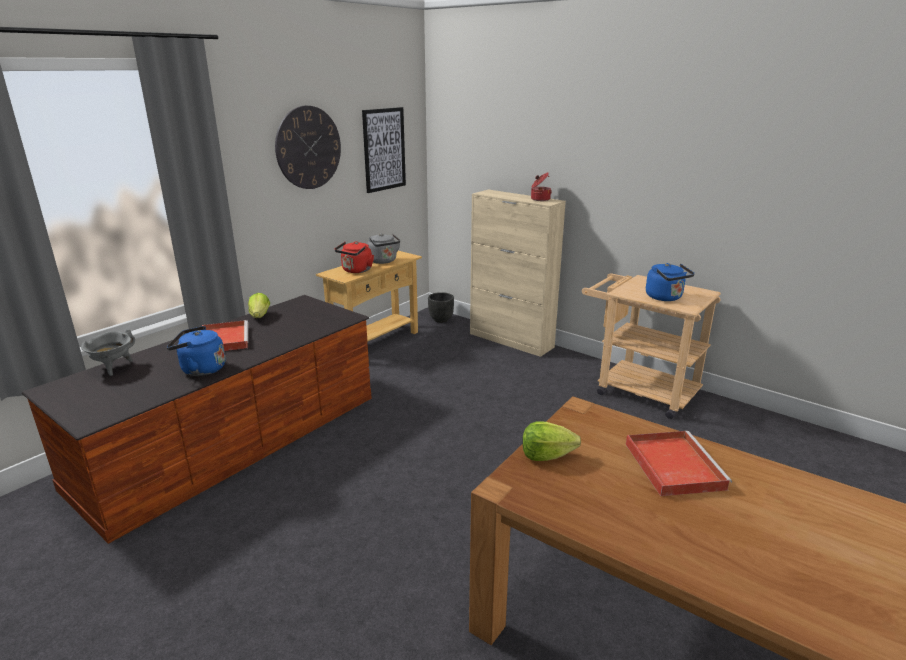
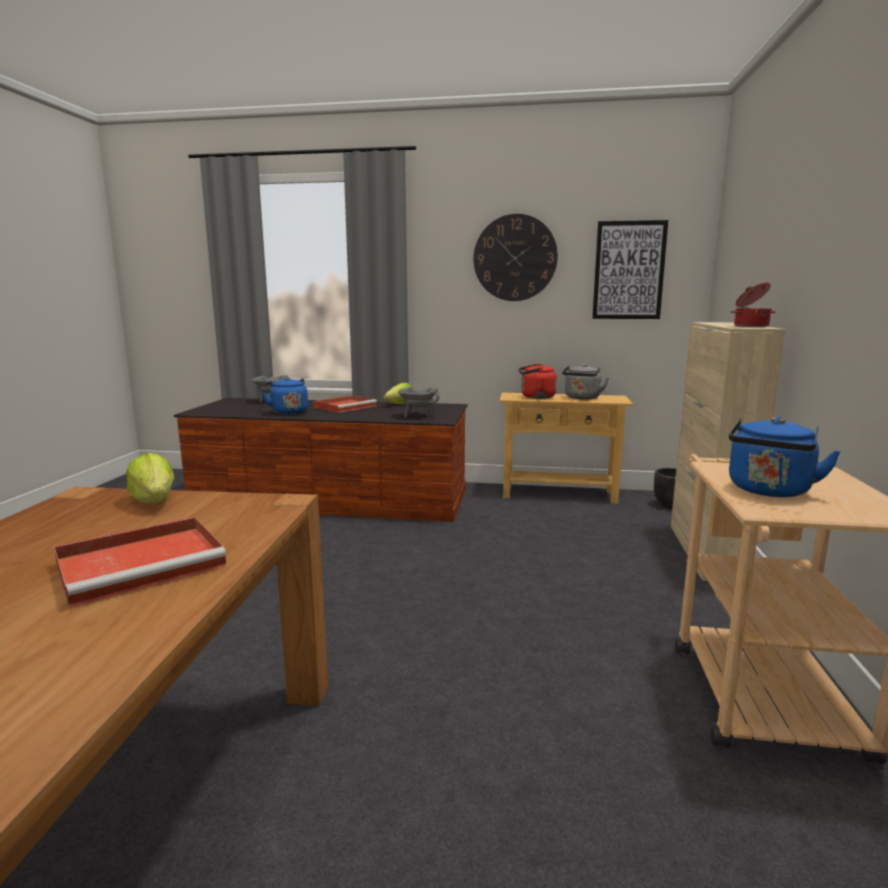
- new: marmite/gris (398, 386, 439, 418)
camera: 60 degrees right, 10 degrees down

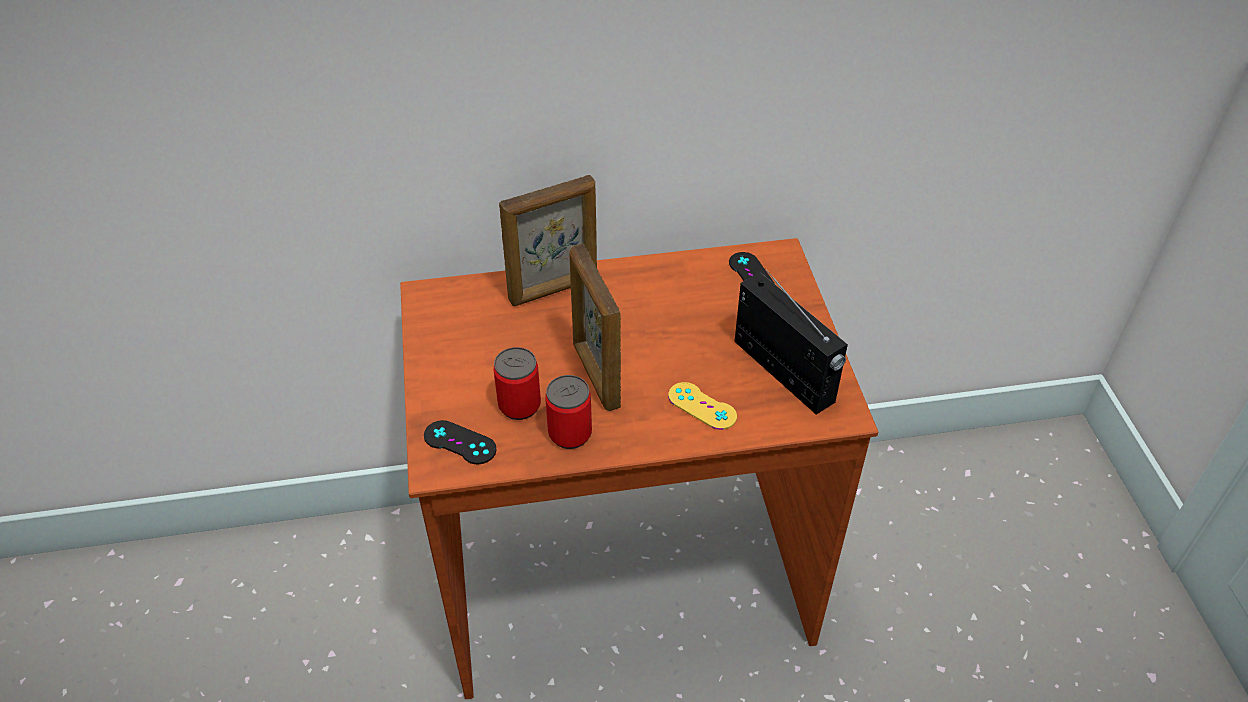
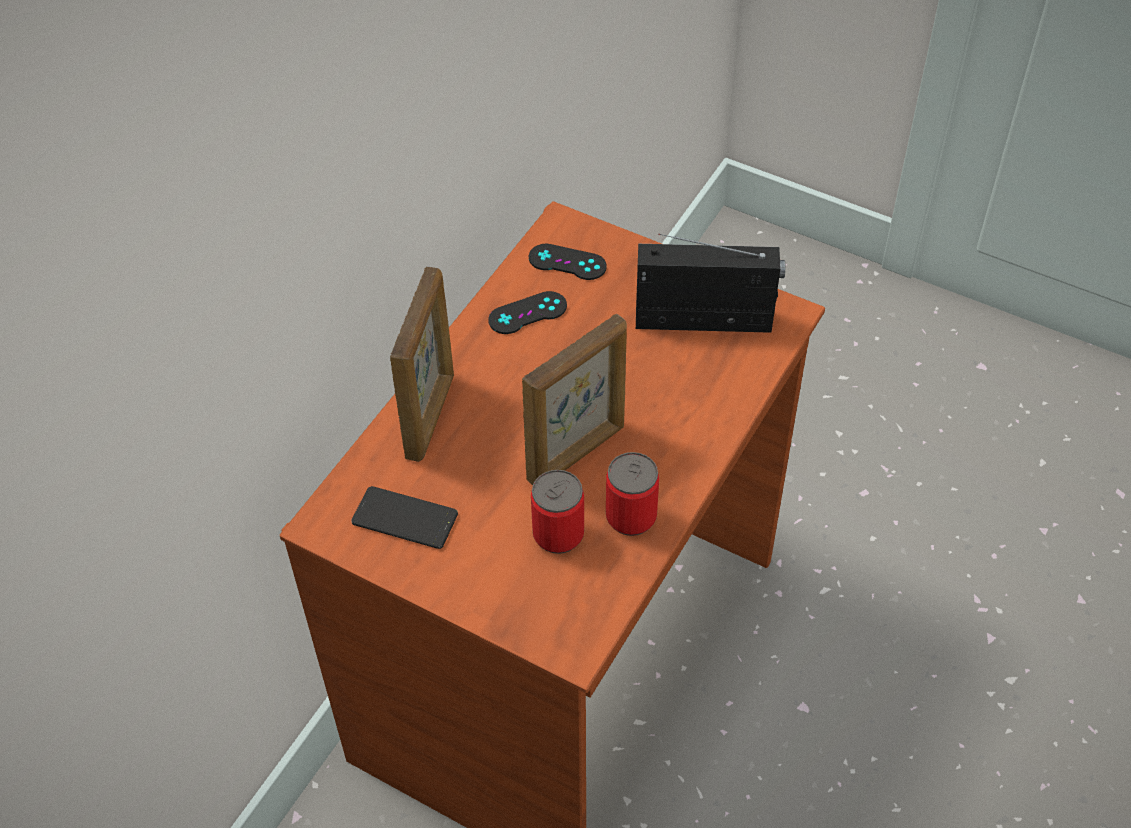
- rotated: cadre photo (569, 244, 621, 411) = (522, 314, 627, 485) 60 degrees counterclockwise
- gone: manette/jaune (668, 382, 737, 430)
- shifted: manette/noir (424, 420, 496, 464) to (488, 291, 567, 334)
- new: téléphone (351, 486, 458, 549)
camera: 50 degrees left, 5 degrees up

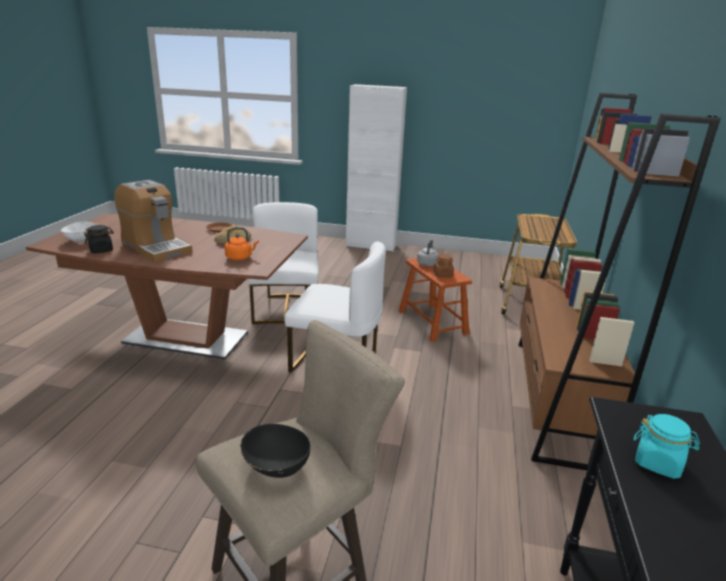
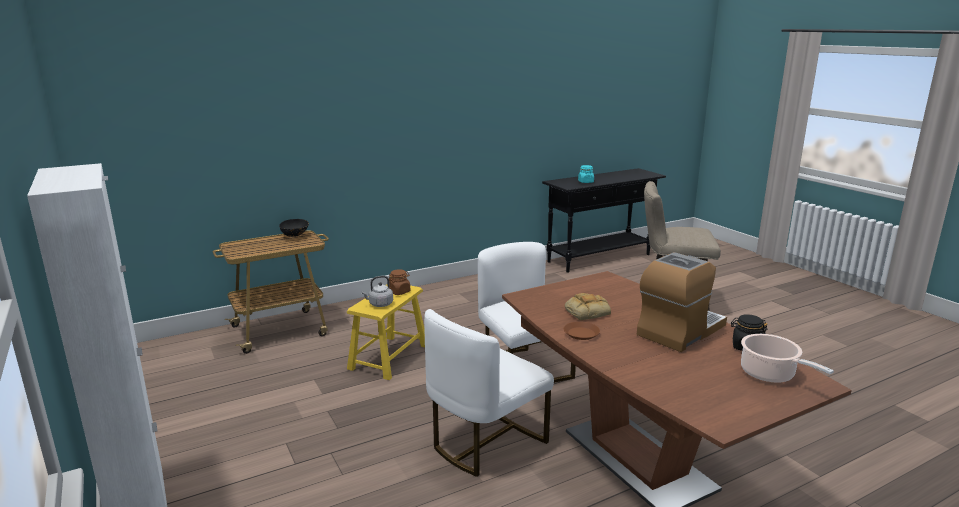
- gone: bibliothèque/marron (518, 93, 721, 470)
- rotated: machine à café (114, 180, 192, 262) = (637, 252, 727, 352) 45 degrees clockwise
- swapped: bol/blanc (60, 221, 97, 242) to marmite (741, 334, 834, 383)
- gone: bouilloire/orange (225, 227, 259, 260)
- repainted: tabouret/marron (399, 258, 472, 342) to tabouret/jaune (347, 284, 425, 380)
- shifted: bol/noir (240, 424, 310, 478) to (279, 219, 309, 237)
camera: 130 degrees left, 5 degrees down

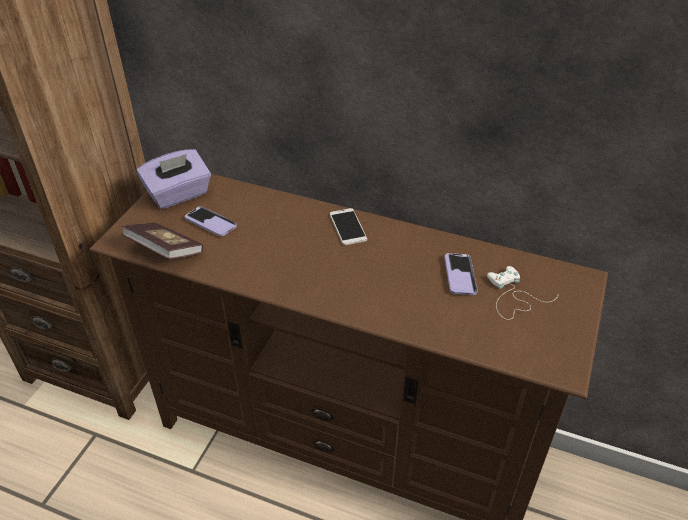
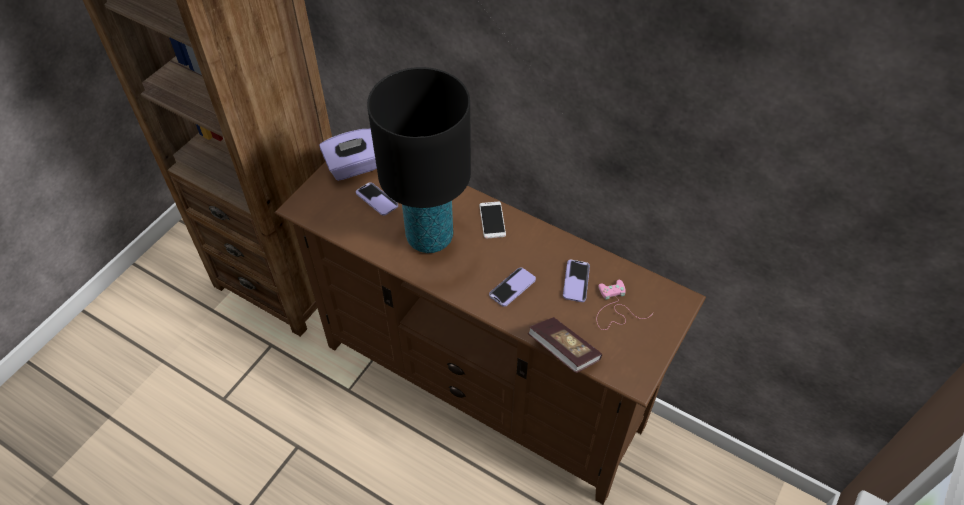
- shifted: livre (122, 223, 203, 259) to (528, 317, 602, 373)
- repainted: manette/blanc (487, 266, 558, 320) to manette/rose (597, 280, 654, 330)
- new: lampe de table/noir (367, 67, 471, 253)
- new: téléphone (489, 267, 536, 307)
camera: 10 degrees right, 10 degrees up

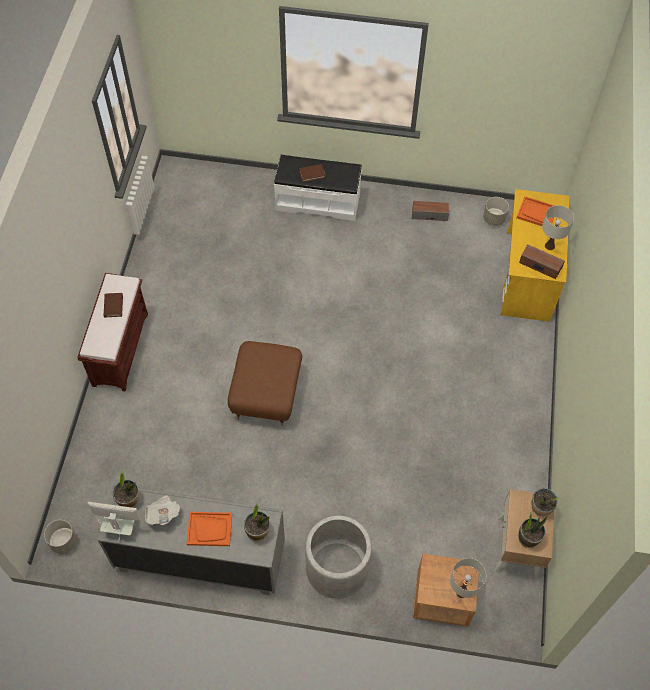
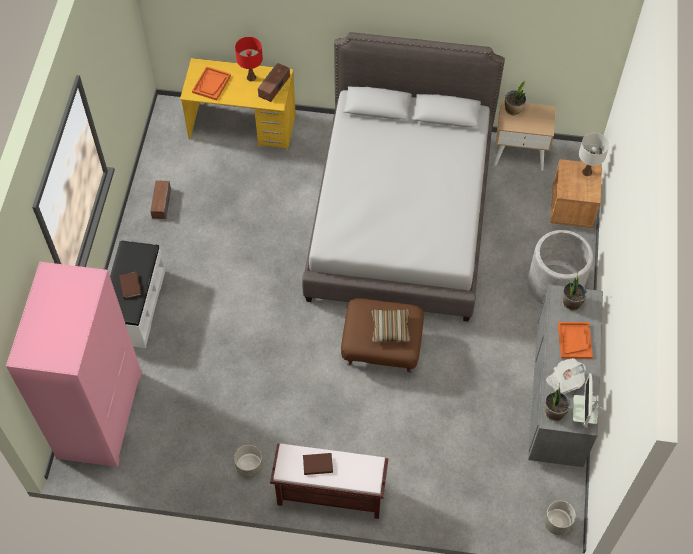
- shifted: cache-pot/gris (483, 197, 509, 226) to (234, 445, 263, 479)
- repainted: lampe de table/blanc (542, 205, 574, 250) to lampe de table/rouge (235, 37, 263, 82)
- gone: plante en pot (518, 512, 547, 548)
- new: lit/gris (302, 32, 505, 322)
- new: armoire/rose (6, 262, 142, 467)
- new: coussin (371, 309, 410, 342)
camera: 90 degrees left, 0 degrees up

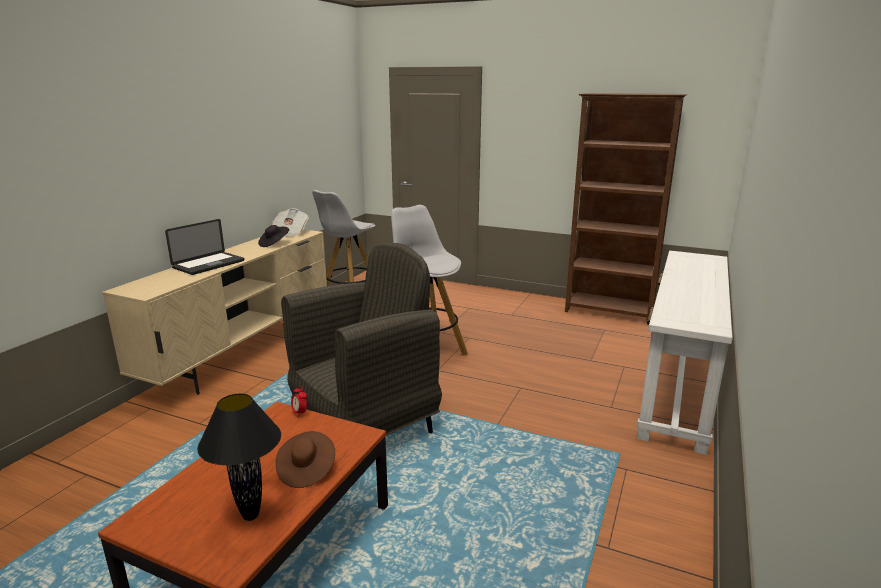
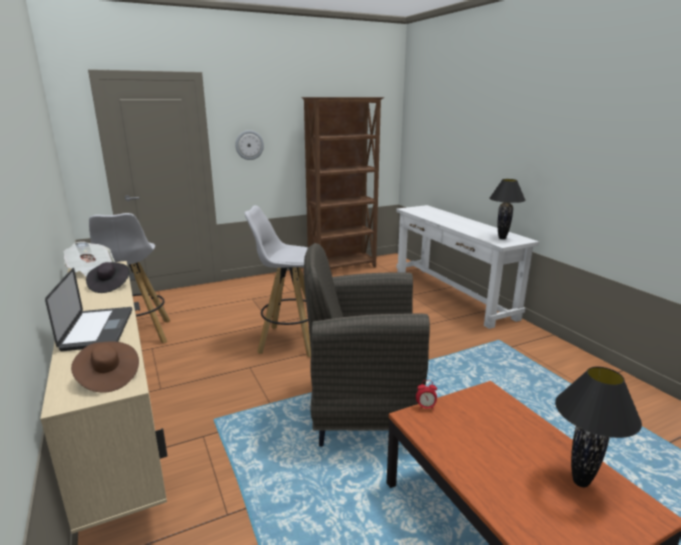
- rotated: fauteuil/gris (281, 243, 442, 436) = (304, 243, 430, 447) 90 degrees counterclockwise
- shifted: chapeau/marron (276, 431, 335, 488) to (71, 341, 139, 393)
- new: horloge murale (235, 130, 264, 160)
- new: lampe de table/noir (489, 179, 526, 239)
camera: 50 degrees left, 0 degrees up

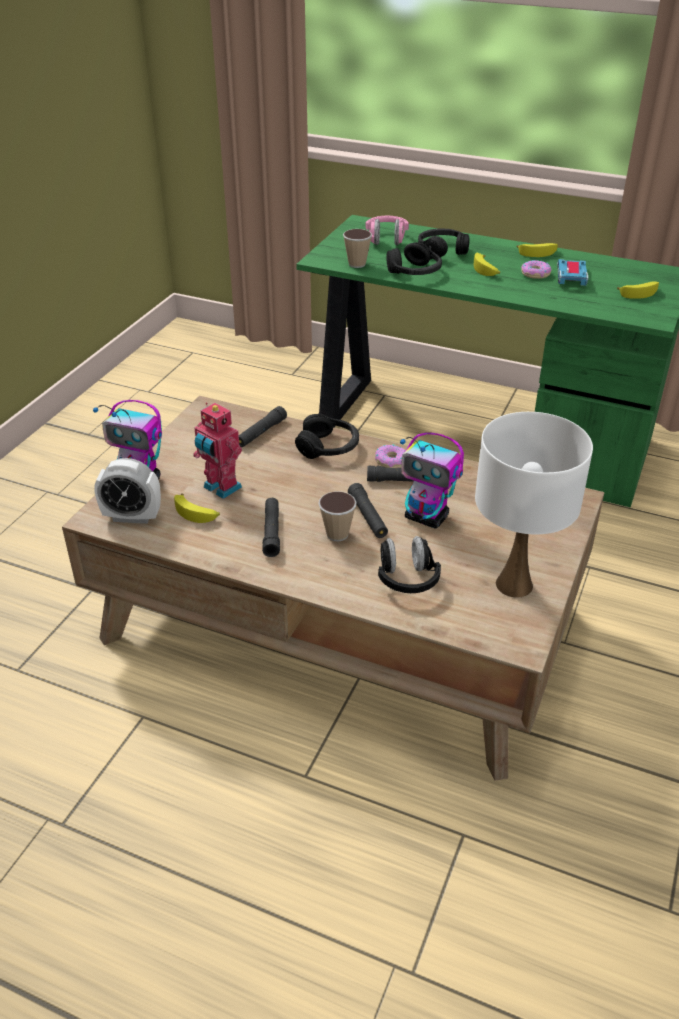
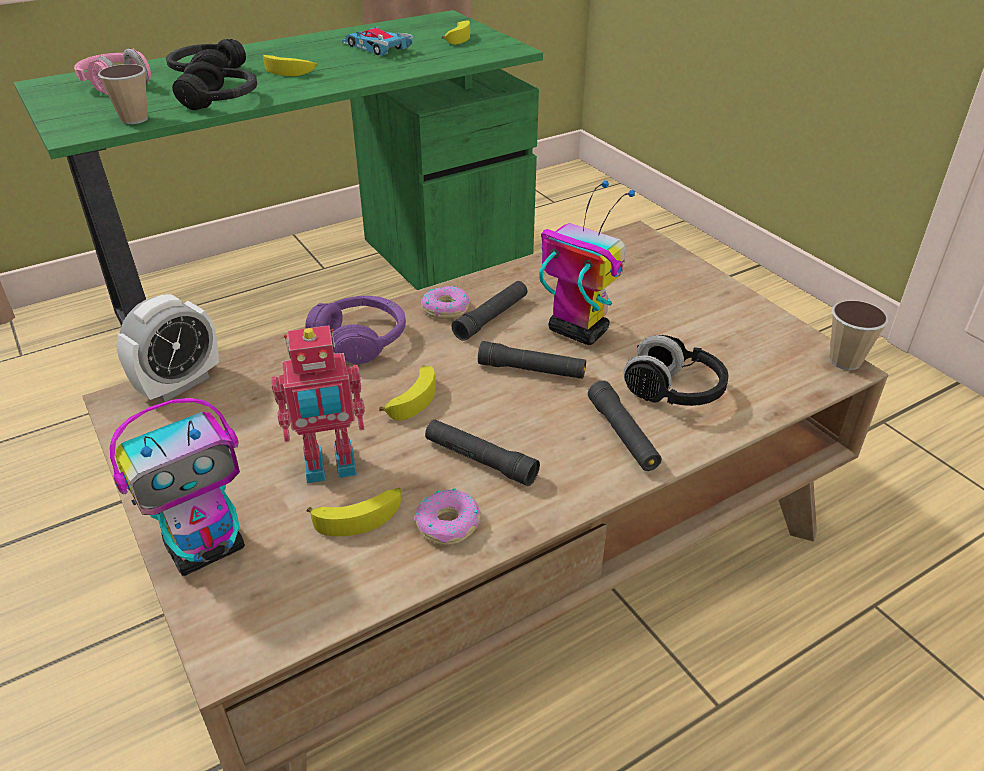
- shifted: banane (516, 243, 558, 257) to (379, 365, 436, 421)
- shifted: beignet (521, 260, 551, 279) to (414, 488, 480, 545)
- shifted: lampe de poche/noir (239, 406, 287, 447) to (588, 380, 662, 471)
- gone: lampe de table/blanc (475, 412, 593, 597)
- repainted: casque audio/noir (295, 413, 359, 459) to casque audio/violet (305, 296, 406, 364)
- rotated: robot jouet (400, 433, 464, 529) = (539, 181, 635, 345) 120 degrees counterclockwise
- shifted: réveil (94, 458, 161, 524) to (116, 294, 219, 402)
- shifted: tasse (318, 491, 357, 541) to (830, 300, 888, 370)
camera: 55 degrees left, 0 degrees up

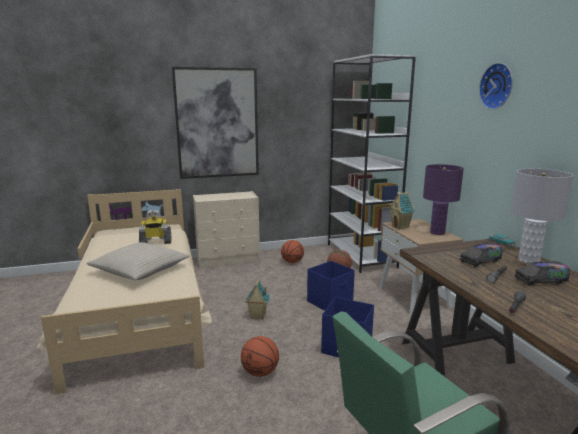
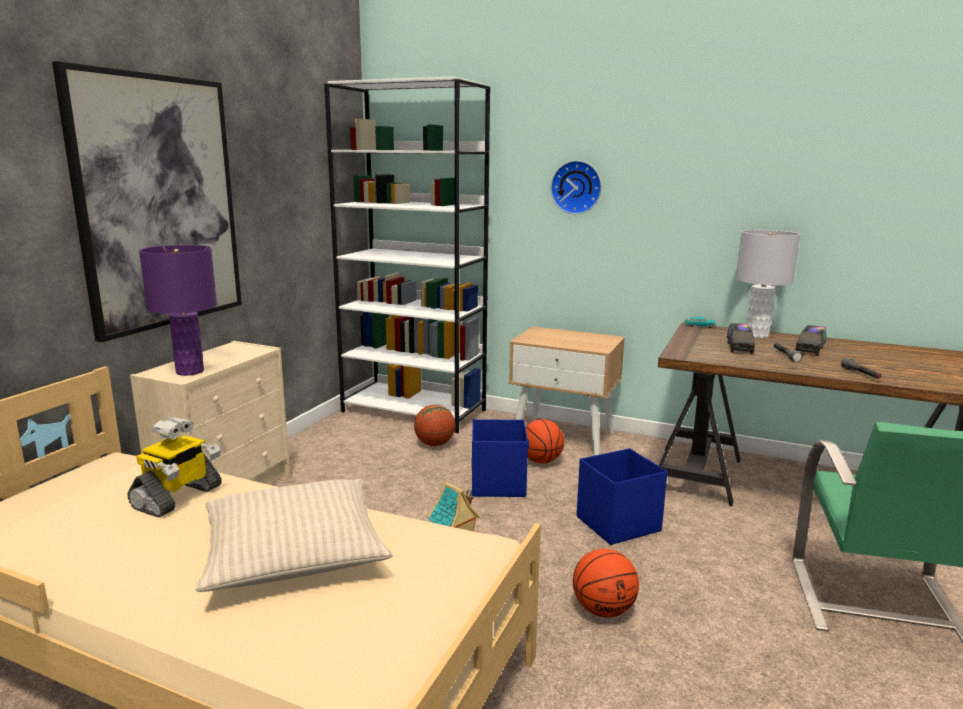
- shifted: horloge murale (479, 63, 513, 109) to (551, 160, 602, 214)
- shifted: lampe de table/violet (423, 164, 464, 235) to (139, 245, 217, 376)
- gone: maison miniature (389, 192, 415, 229)
- shifted: ballon de basket (281, 240, 304, 263) to (526, 419, 564, 463)
camera: 50 degrees left, 0 degrees up

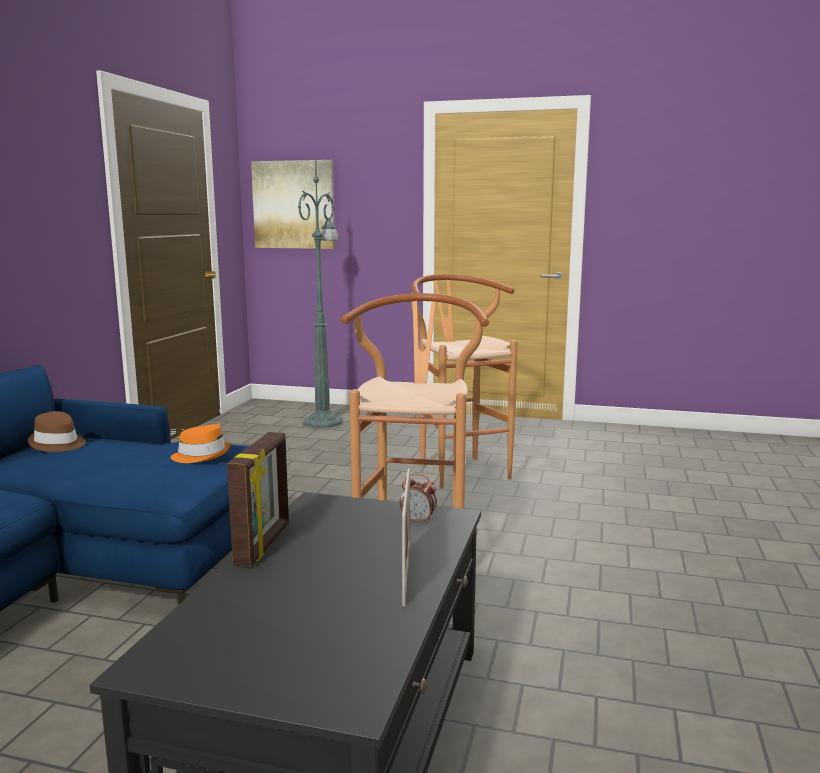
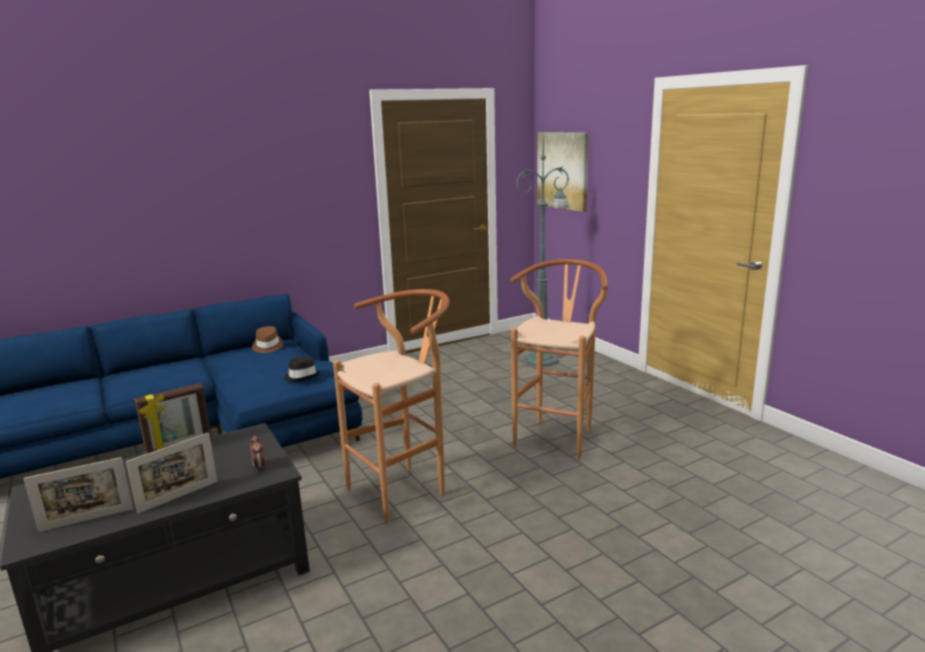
- repainted: chapeau/orange (171, 424, 231, 463) to chapeau/noir (284, 357, 320, 382)
- new: cadre photo (24, 457, 133, 532)
camera: 45 degrees right, 5 degrees up

